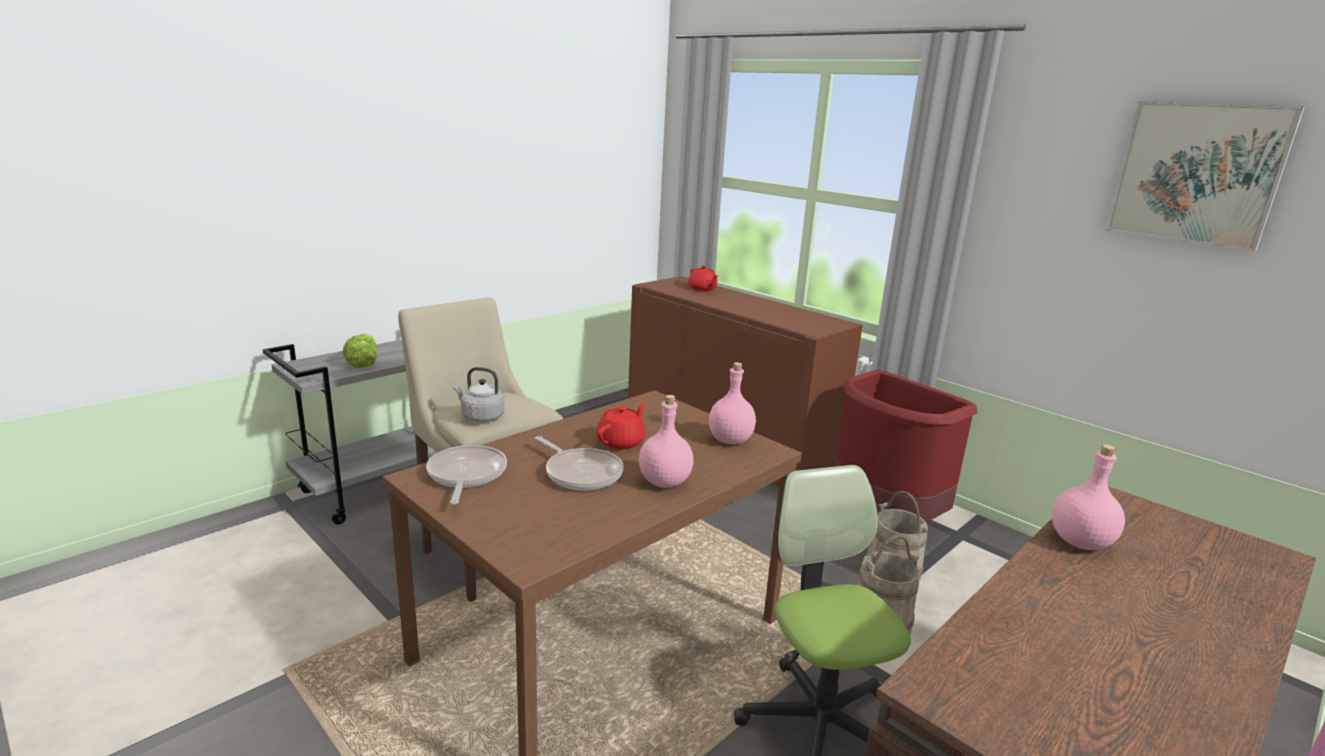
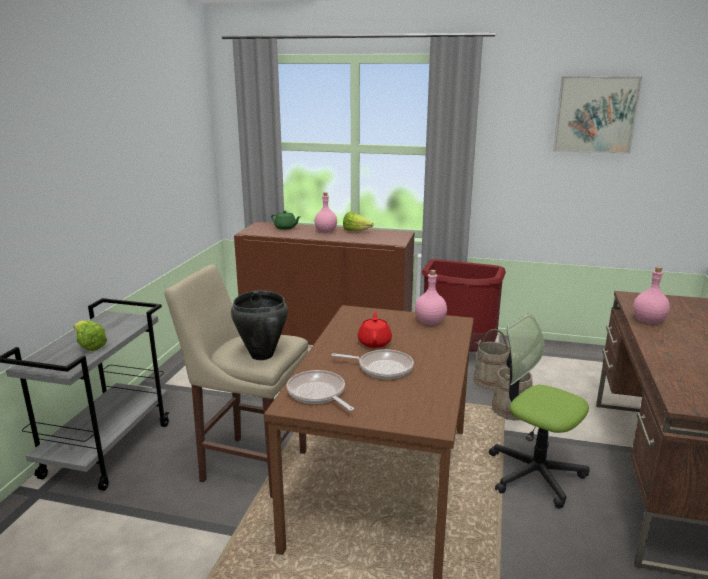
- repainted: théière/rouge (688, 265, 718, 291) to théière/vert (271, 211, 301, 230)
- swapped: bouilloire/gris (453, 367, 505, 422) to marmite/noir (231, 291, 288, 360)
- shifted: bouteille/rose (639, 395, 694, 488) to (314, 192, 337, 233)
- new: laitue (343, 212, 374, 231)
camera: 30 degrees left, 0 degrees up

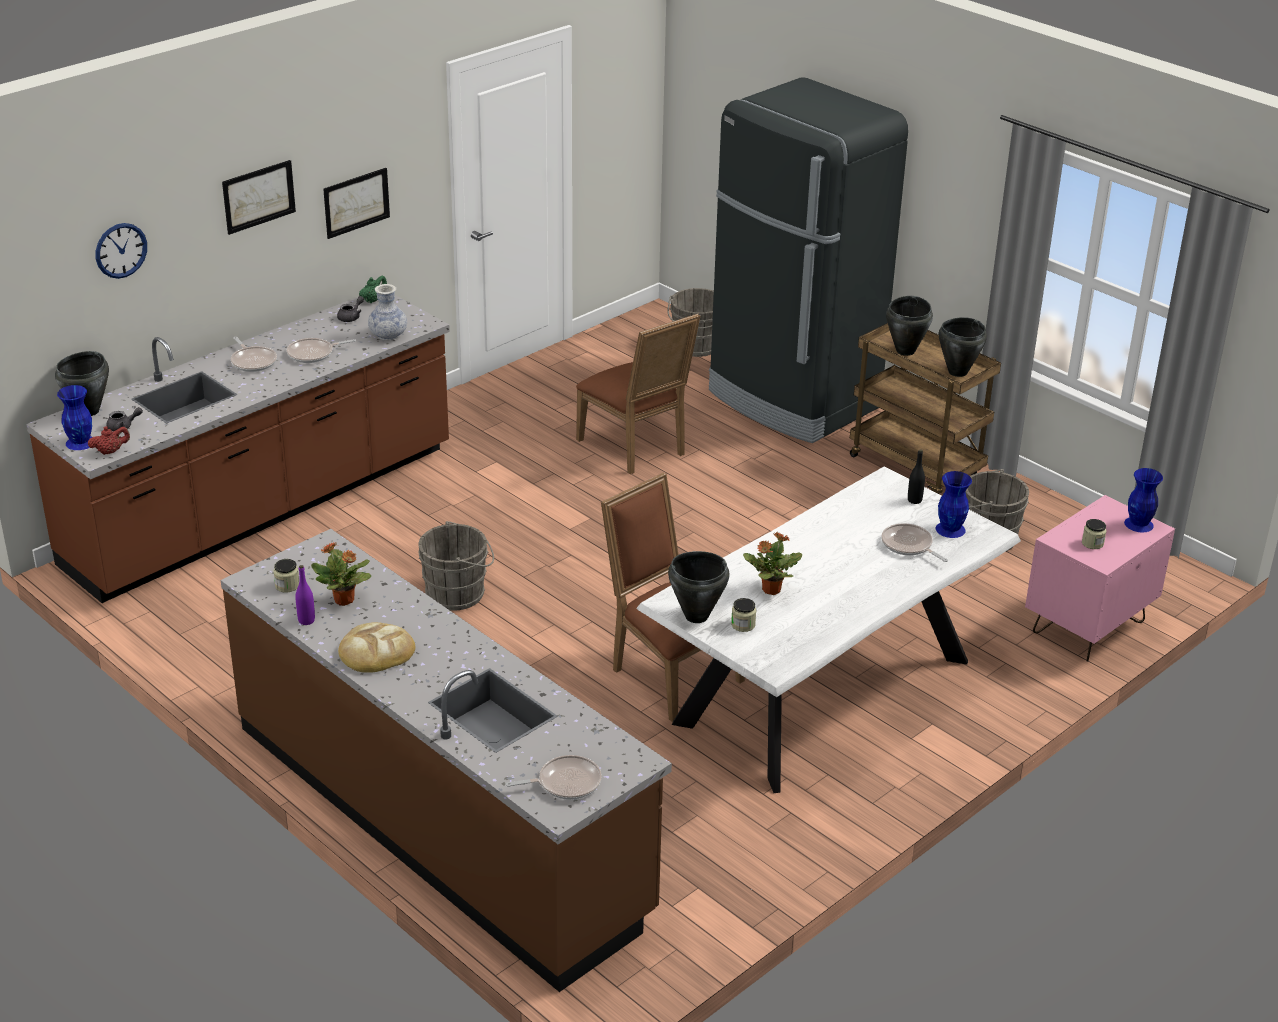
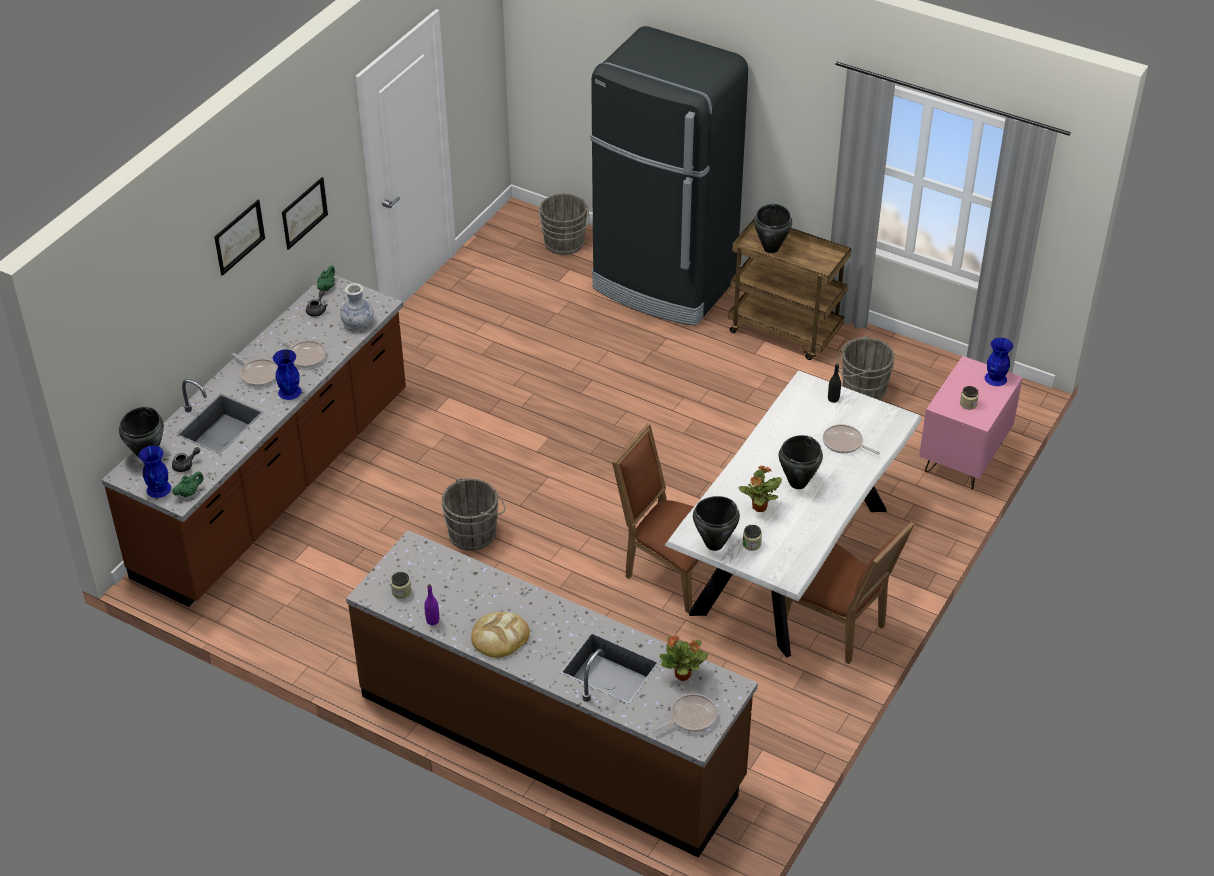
- gone: horloge murale (96, 223, 147, 279)
- shifted: chaise/marron (576, 313, 701, 474) to (785, 521, 915, 664)
- shifted: marmite/noir (938, 317, 987, 377) to (779, 435, 823, 489)
- rotated: poêle (287, 338, 356, 363) = (277, 336, 326, 368) 105 degrees counterclockwise
- repainted: théière/rouge (87, 426, 130, 455) to théière/vert (172, 471, 204, 498)
- shifted: vase/bleu (936, 471, 972, 538) to (273, 349, 302, 400)
- shifted: plante en pot (311, 542, 371, 606) to (659, 636, 708, 681)
camera: 15 degrees left, 10 degrees up

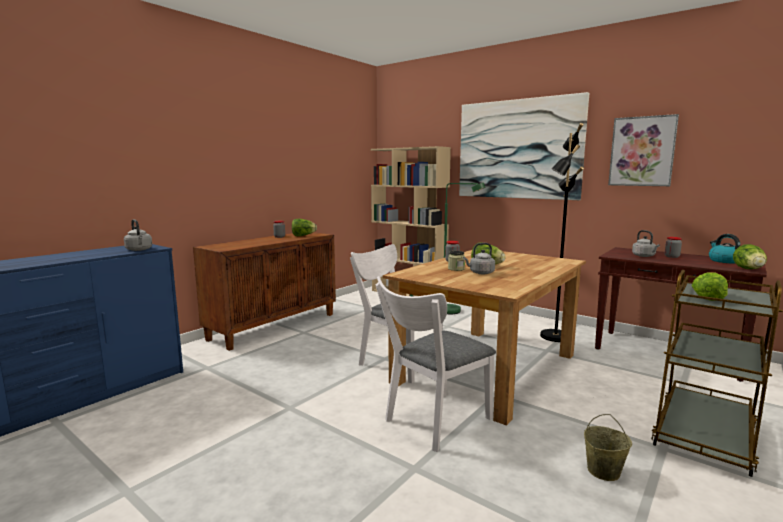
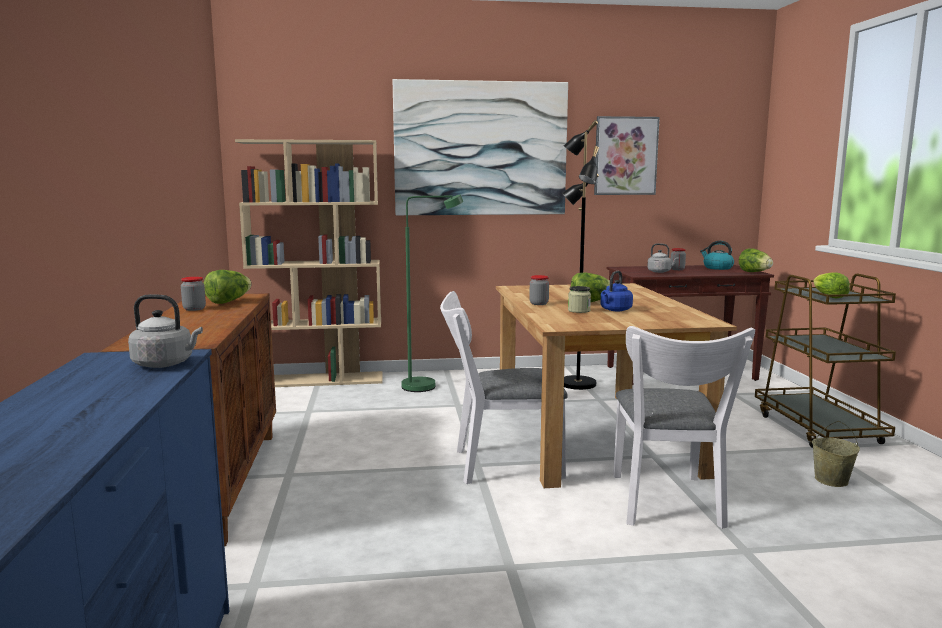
- repainted: bouilloire/gris (463, 243, 495, 274) to bouilloire/bleu (601, 271, 633, 311)
camera: 45 degrees left, 0 degrees up

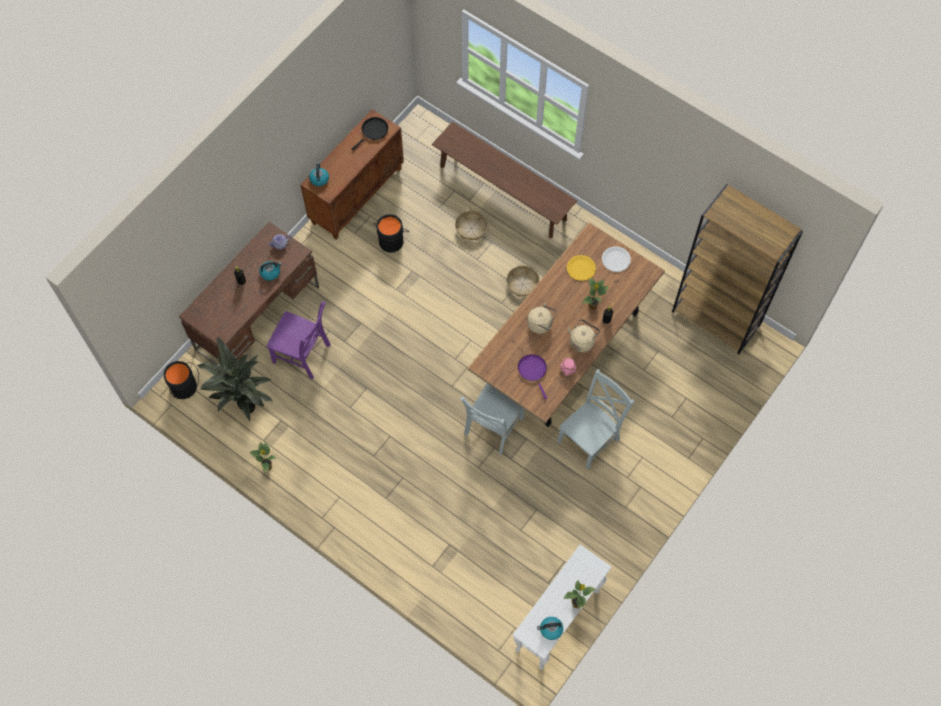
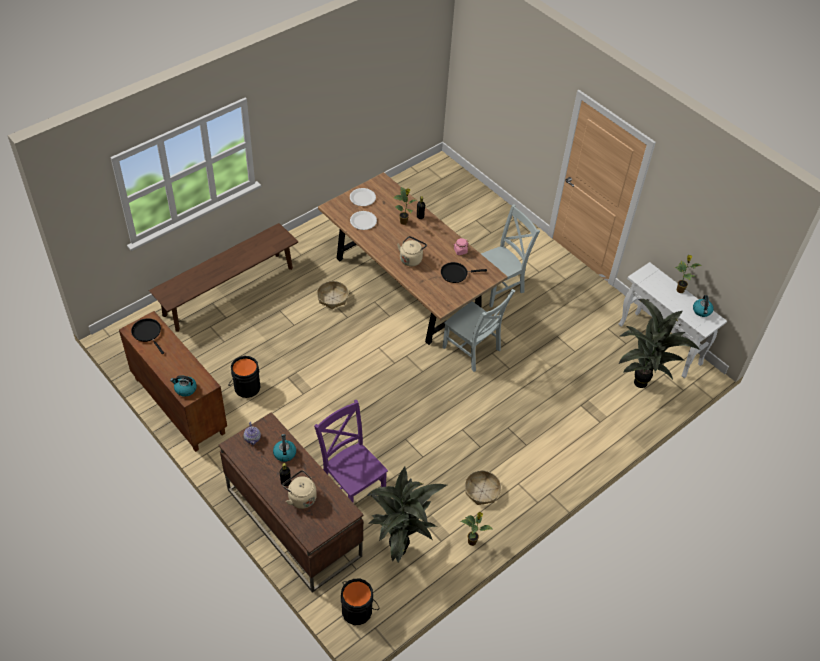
- gone: bibliothèque/marron (672, 184, 803, 355)
- shifted: panier (455, 210, 487, 240) to (465, 470, 501, 505)
- repainted: assiette/jaune (567, 255, 596, 281) to assiette/blanc (350, 211, 377, 230)
- rotated: chaise/violet (266, 301, 331, 379) = (314, 400, 388, 502) 75 degrees counterclockwise
- shifted: bouilloire/beige (568, 319, 600, 352) to (282, 470, 317, 509)
- repainted: poêle/violet (518, 354, 547, 399) to poêle/noir (441, 262, 487, 283)
- rotated: chaise/gris (557, 369, 635, 470) = (481, 204, 540, 307) 90 degrees clockwise
- new: plante en pot (619, 299, 700, 388)
camera: 80 degrees left, 15 degrees down

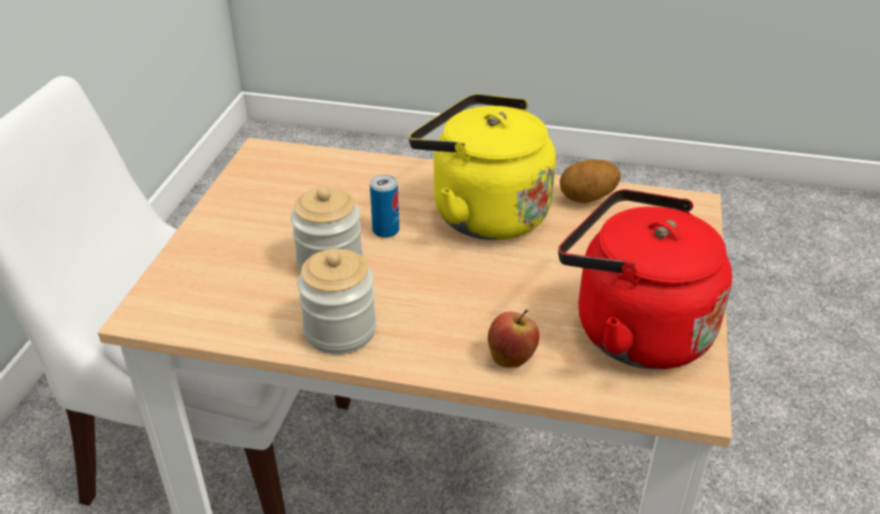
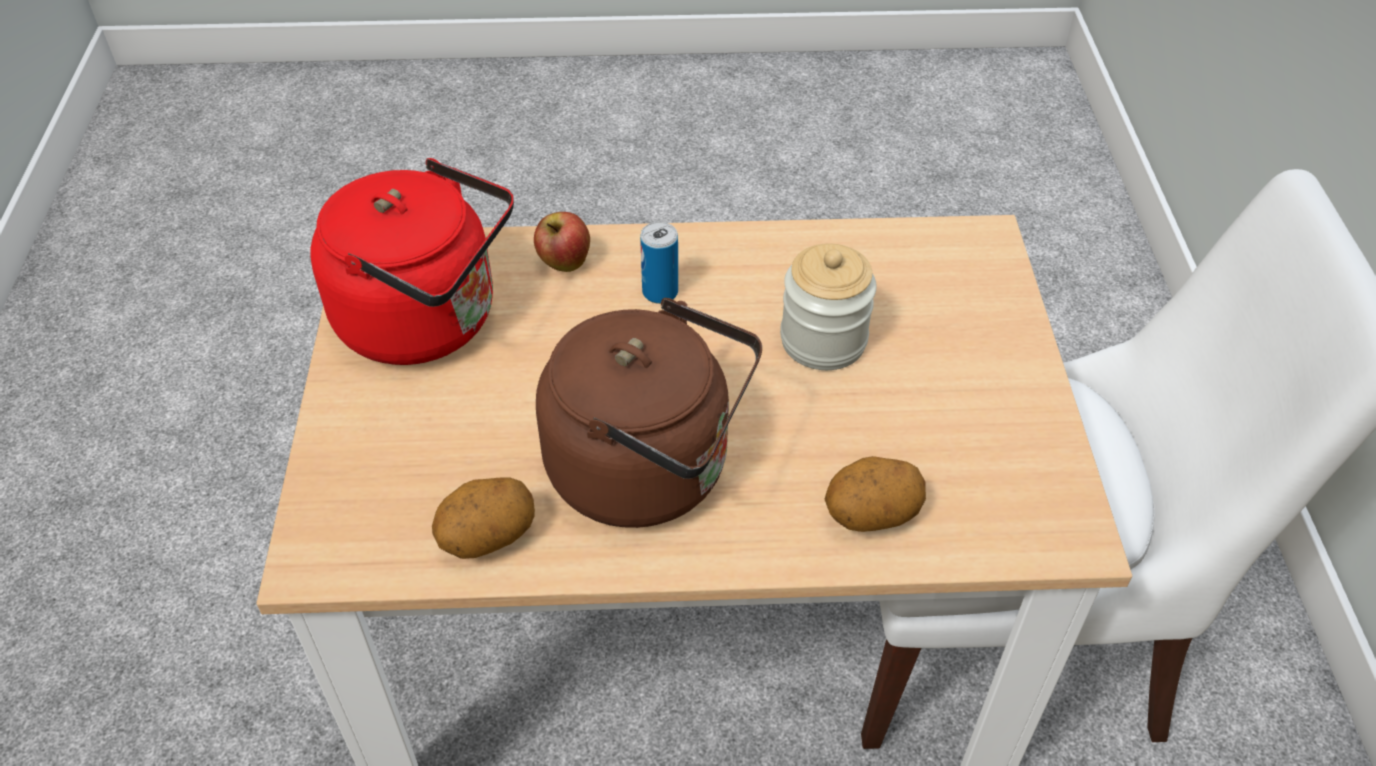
- repainted: bouilloire/jaune (409, 94, 556, 240) to bouilloire/marron (536, 298, 762, 528)
- shifted: boîte métallique (370, 175, 399, 238) to (640, 222, 678, 304)
- gone: bocal (297, 249, 376, 354)
- new: pomme de terre (825, 456, 926, 532)
camera: 165 degrees right, 10 degrees up

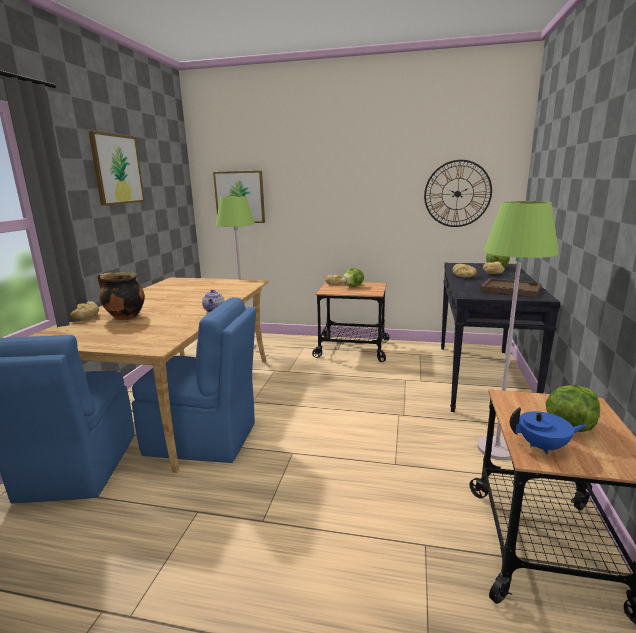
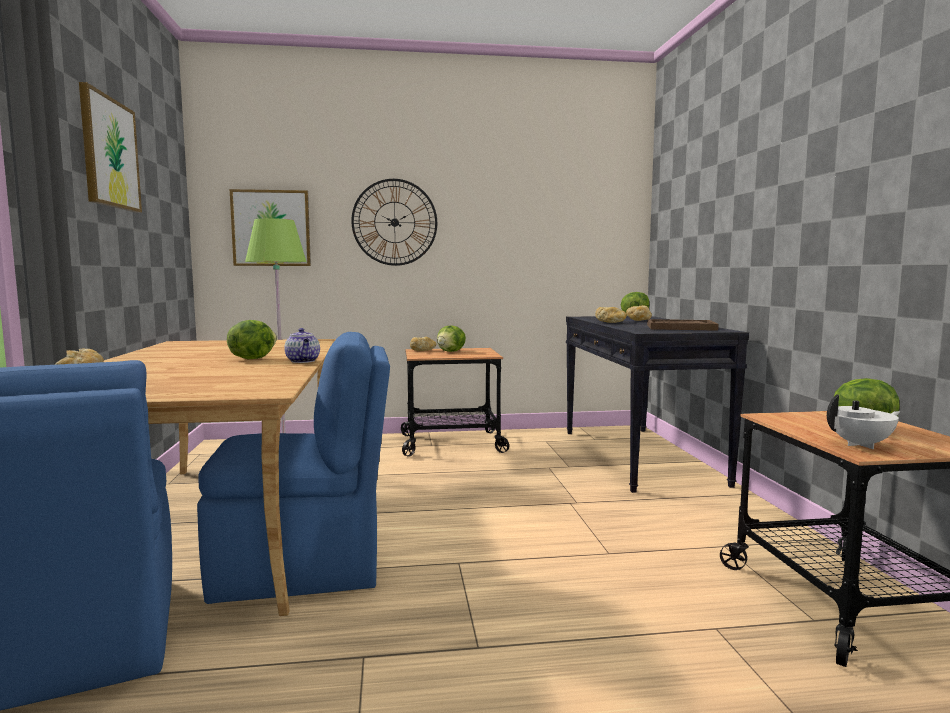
- shifted: horloge murale (424, 160, 492, 227) to (351, 179, 437, 266)
- gone: lampadaire/vert (477, 201, 559, 460)
- gone: marmite (98, 272, 145, 320)
- repainted: théière/bleu (510, 407, 587, 454) to théière/blanc (827, 394, 900, 449)
- new: laitue (227, 320, 277, 359)
camera: 20 degrees left, 10 degrees down

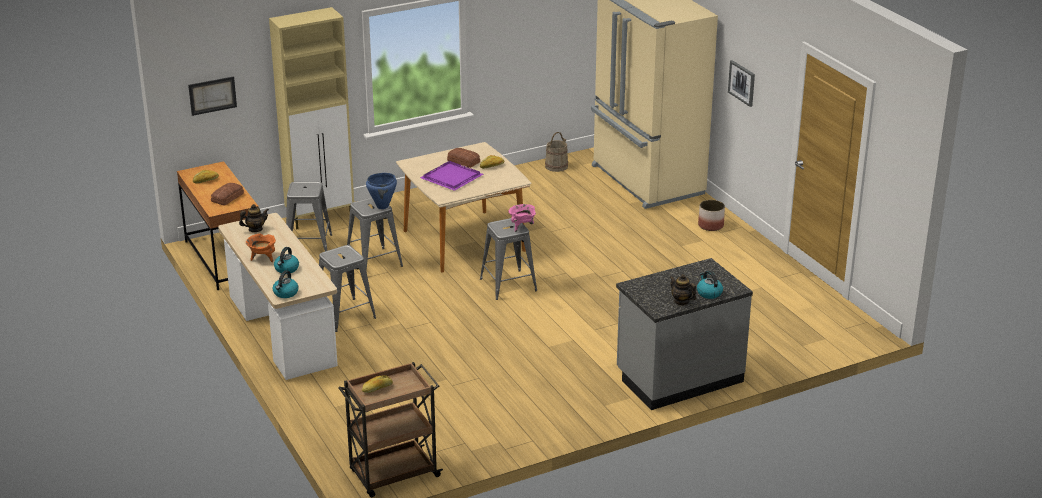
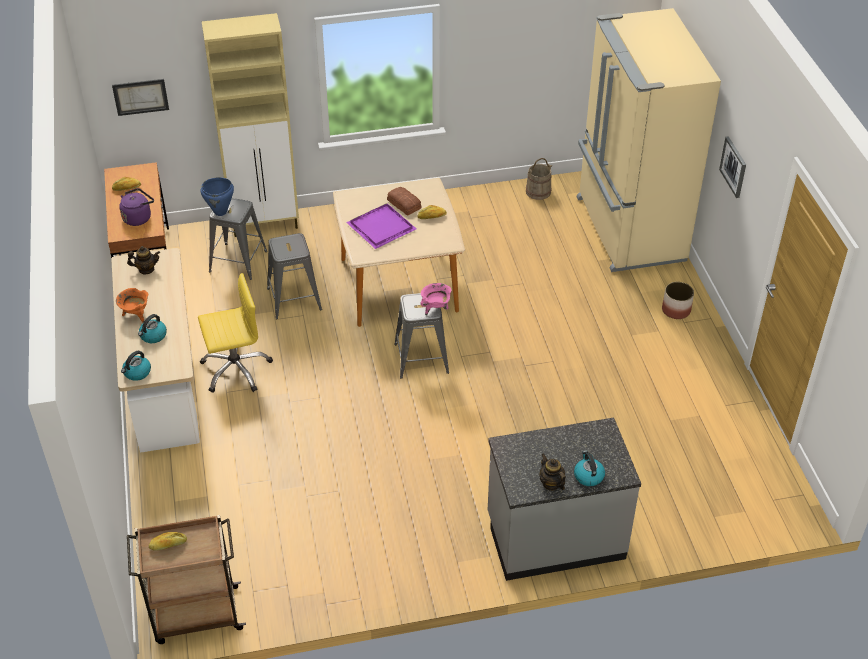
- shifted: marmite/bleu (366, 173, 397, 209) to (201, 177, 234, 216)
- swapped: pain (211, 183, 244, 206) to bouilloire/violet (119, 188, 154, 226)
- swapped: tabouret/gris (319, 245, 376, 332) to chaise de bureau/jaune (198, 273, 273, 393)
camera: 15 degrees right, 15 degrees up

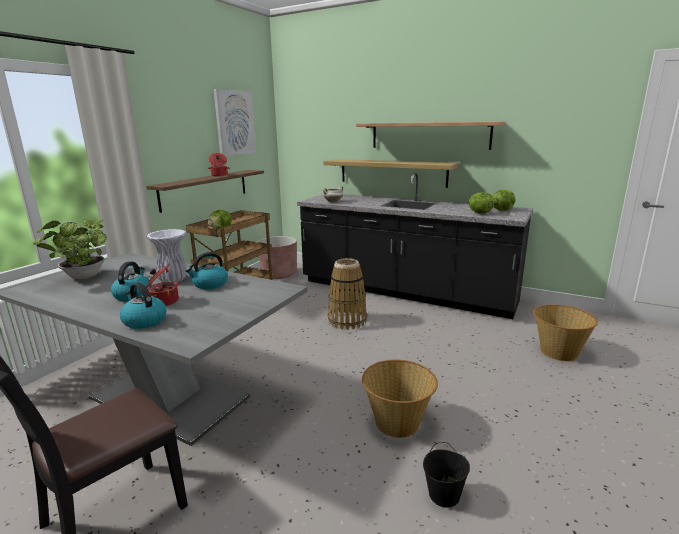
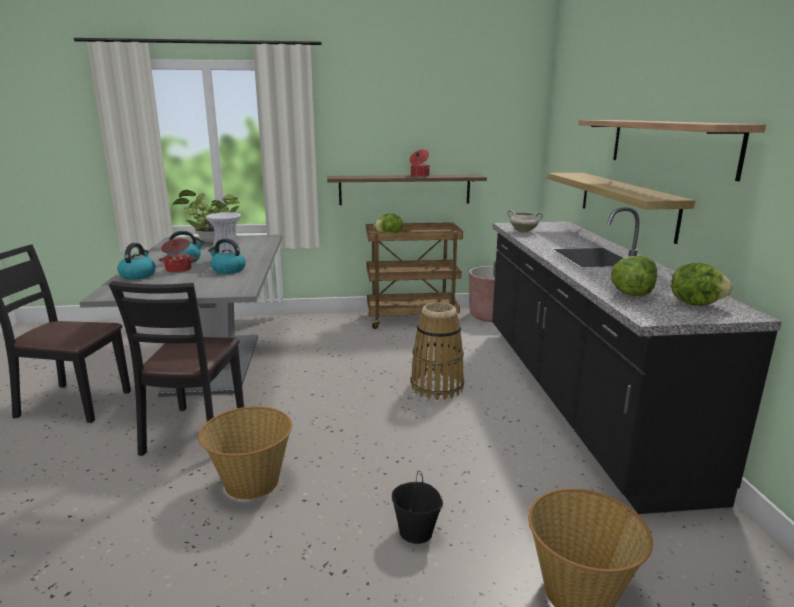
- gone: tableau (214, 89, 256, 156)
- shifted: seau/noir (423, 442, 470, 508) to (392, 471, 443, 544)
- new: chaise/noir (108, 281, 244, 456)
camera: 55 degrees right, 0 degrees up

